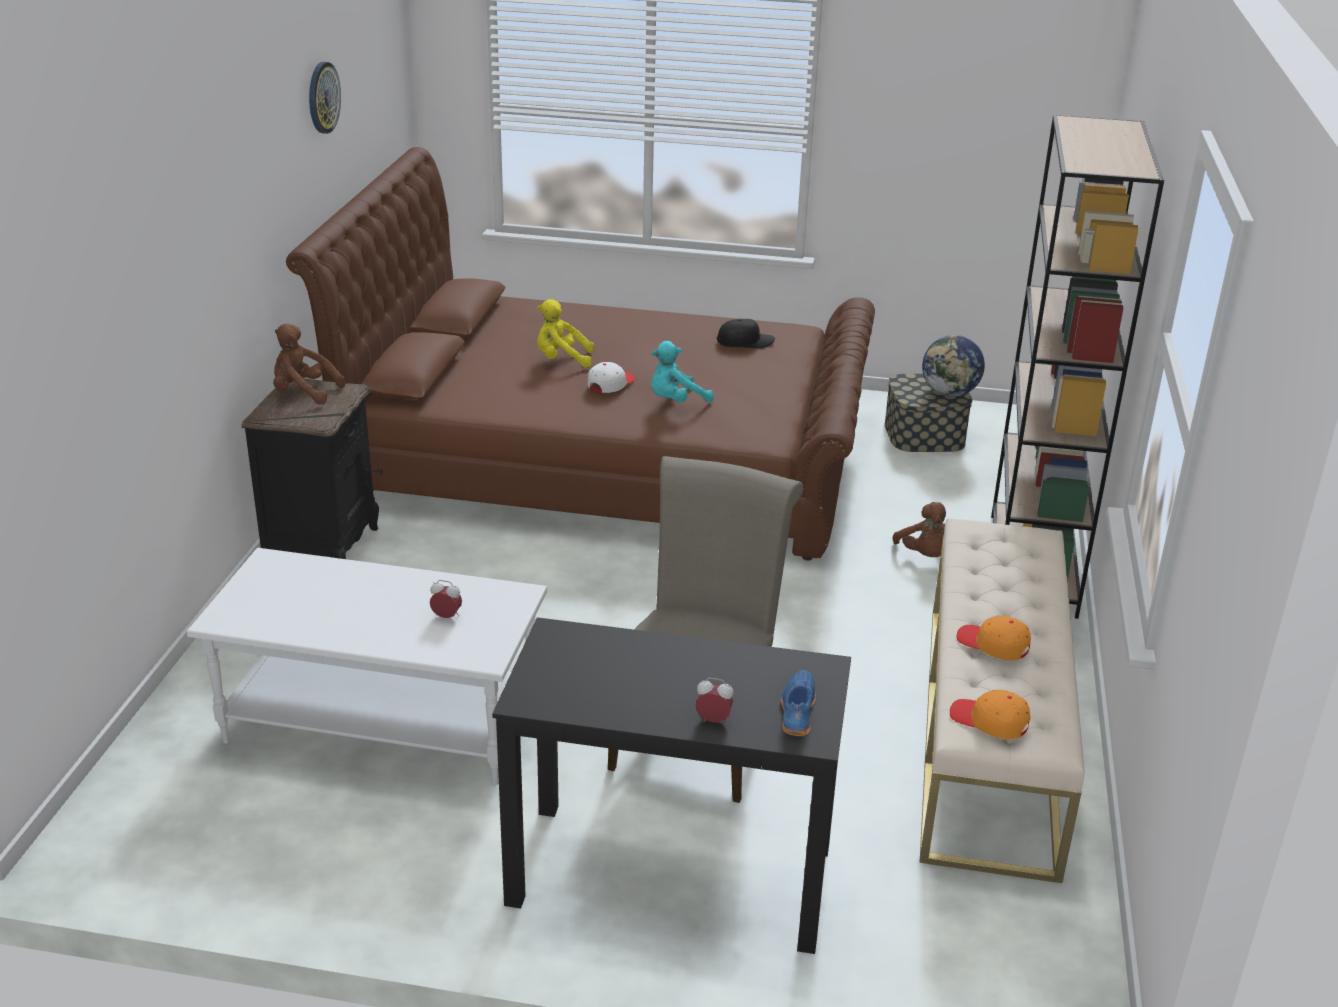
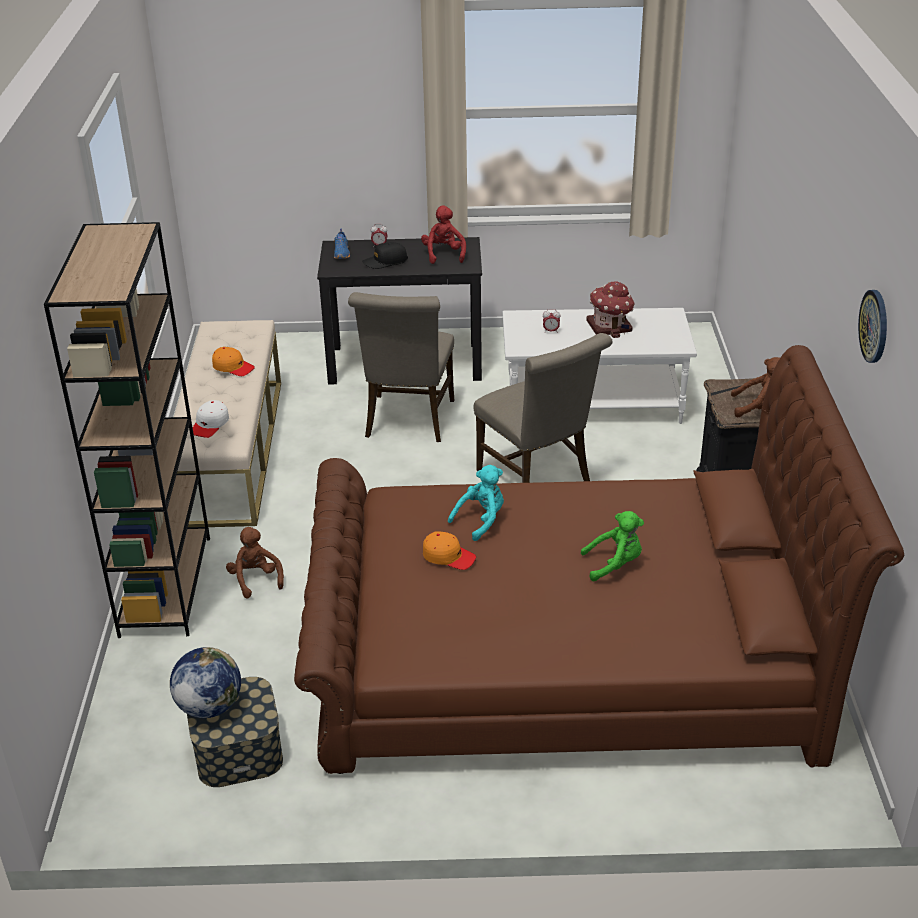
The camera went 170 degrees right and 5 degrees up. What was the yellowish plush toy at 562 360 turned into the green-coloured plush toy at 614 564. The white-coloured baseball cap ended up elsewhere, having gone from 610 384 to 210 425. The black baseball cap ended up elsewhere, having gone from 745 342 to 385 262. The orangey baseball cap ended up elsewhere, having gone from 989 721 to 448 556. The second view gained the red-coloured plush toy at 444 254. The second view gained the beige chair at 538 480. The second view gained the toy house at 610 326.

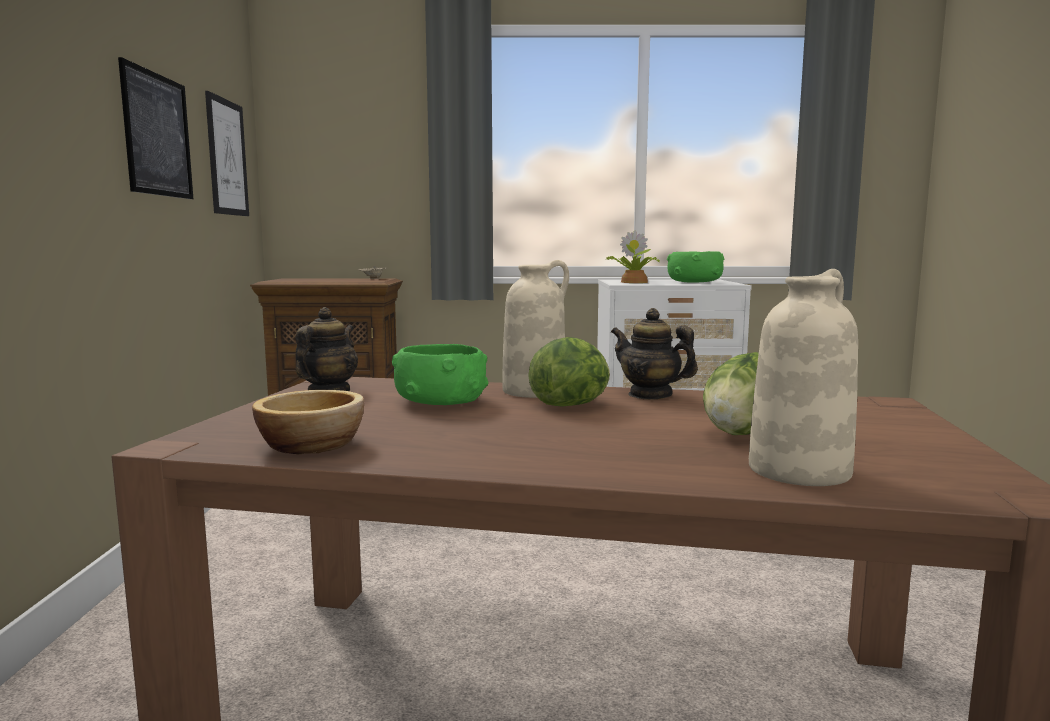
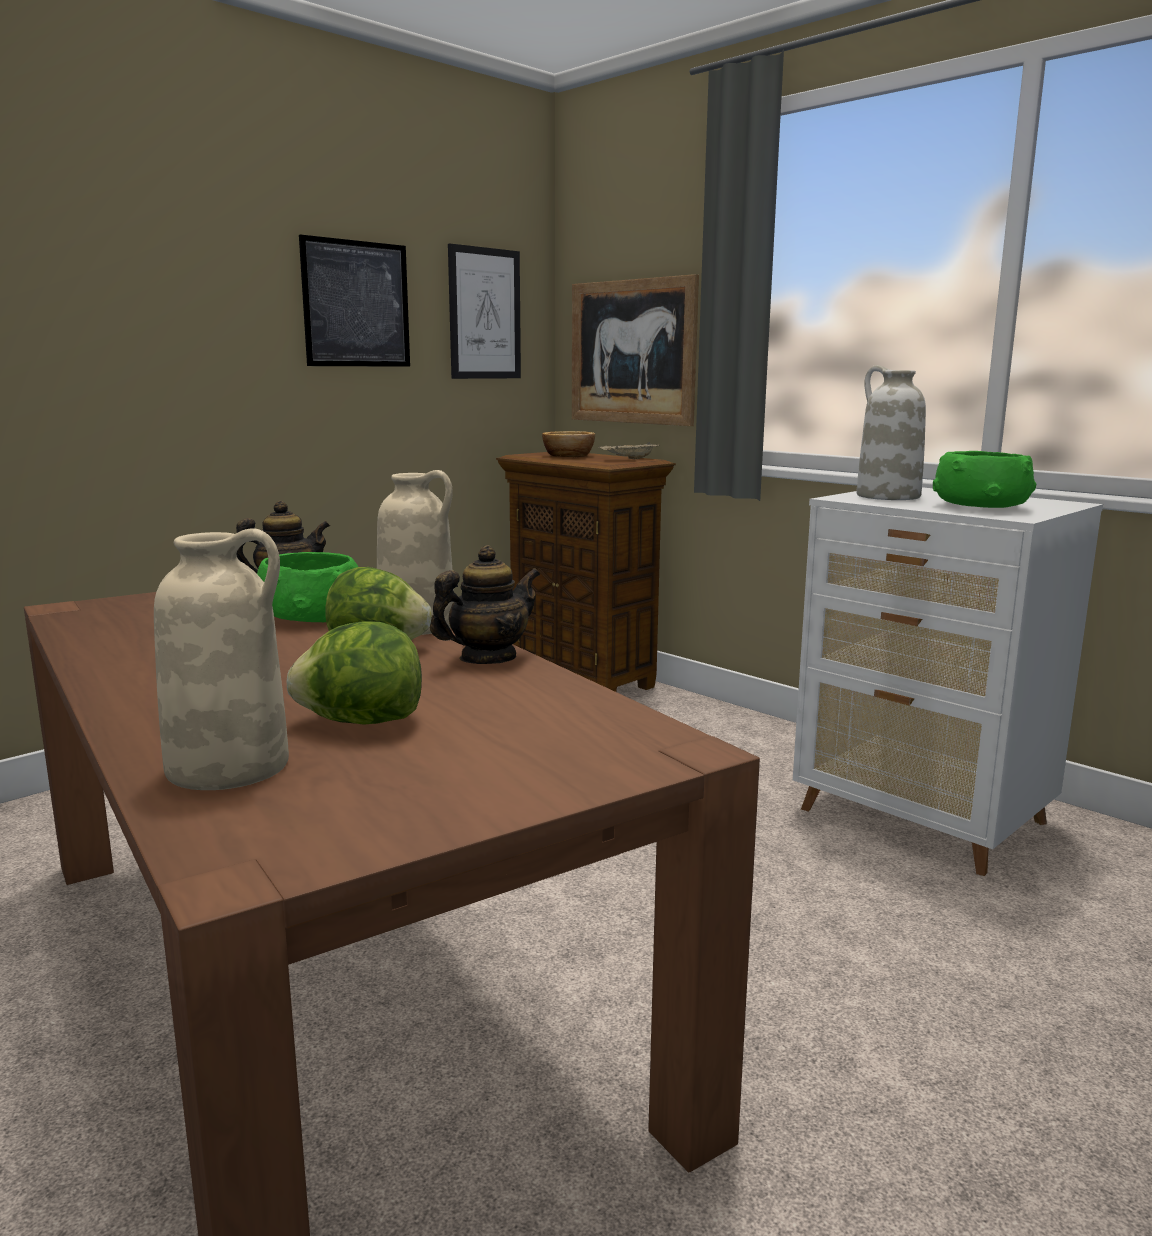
The camera went 45 degrees right and 5 degrees up. The serving bowl ended up elsewhere, having gone from 313 444 to 569 456. Where the houseplant stood at 633 282, the white-coloured flower vase came to stand at 886 496. The pot for tea at 650 395 ended up facing another way, 60 degrees clockwise from before. The second view gained the picture at 632 352.

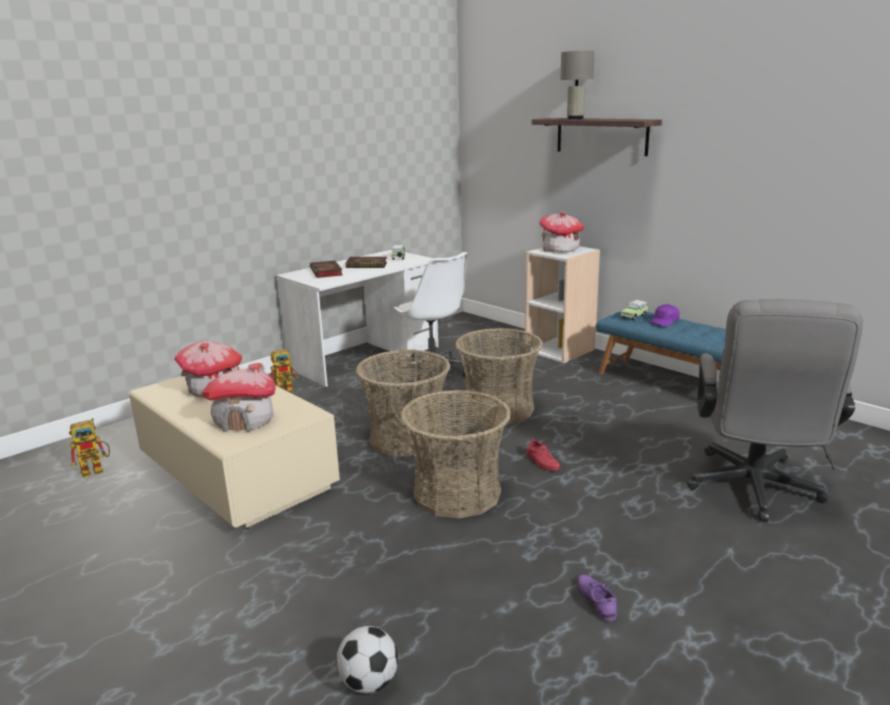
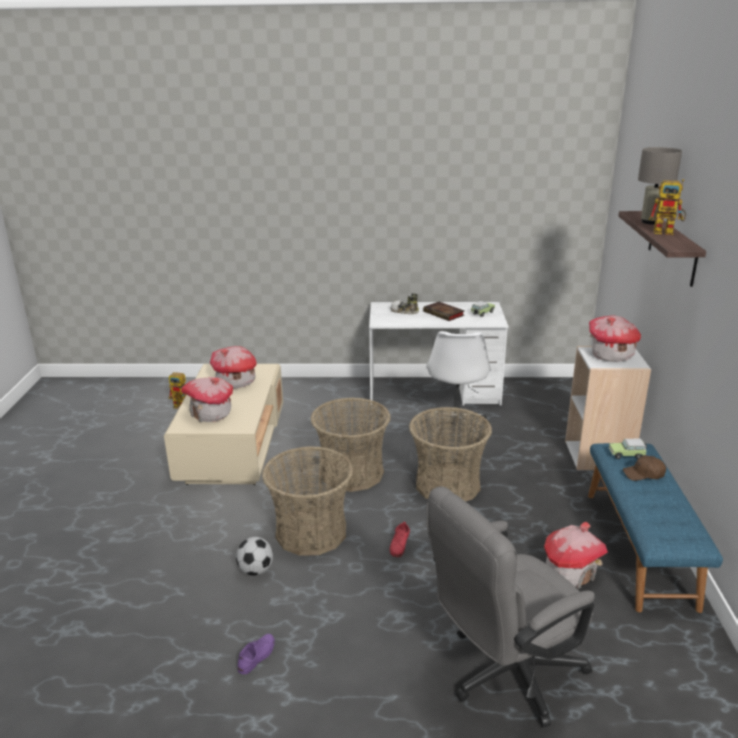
The camera went 45 degrees right and 5 degrees up. The model robot ended up elsewhere, having gone from 287 390 to 668 232. Where the book stood at 326 272, the shoe came to stand at 404 311. The football ended up elsewhere, having gone from 368 683 to 255 570. What was the purple-coloured baseball cap at 664 321 turned into the brown-coloured baseball cap at 644 474. The second view gained the toy house at 571 572.

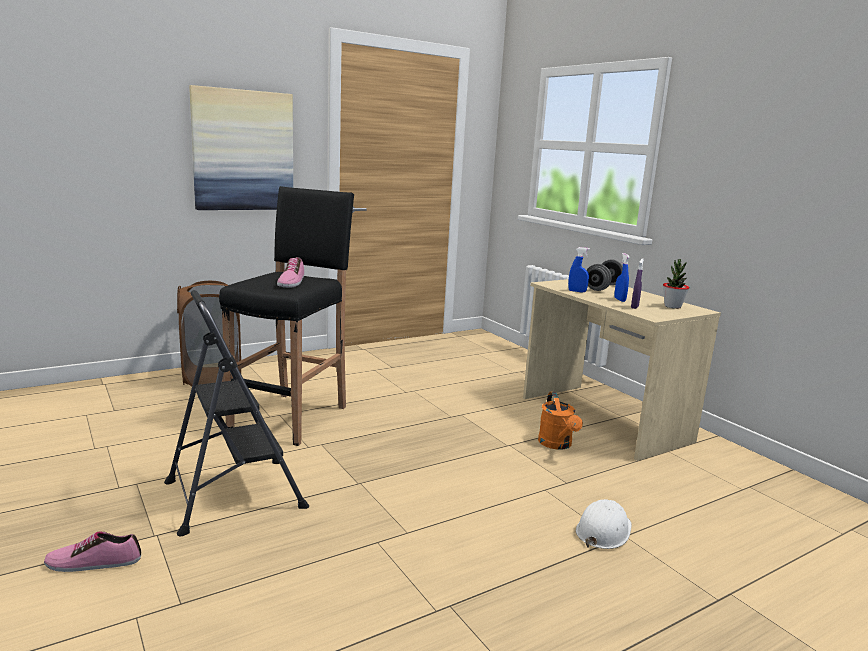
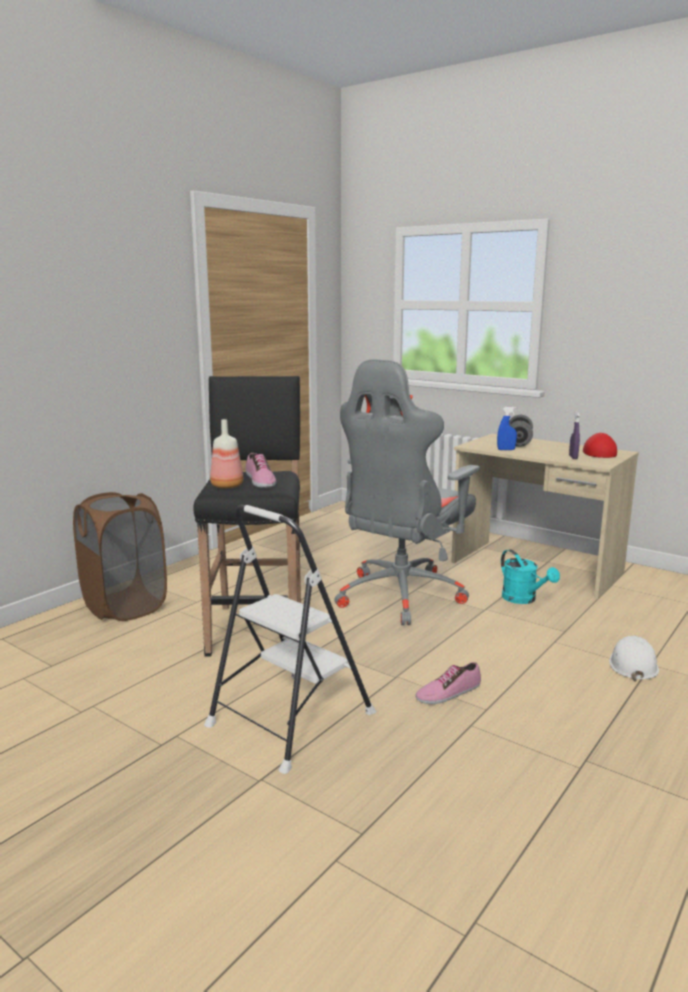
The camera went 20 degrees left and 0 degrees up. The shoe ended up elsewhere, having gone from 94 562 to 448 692. What was the black step stool at 230 494 turned into the white-coloured step stool at 287 720. The second view lost the picture at 243 151. What was the orangey watering can at 557 445 turned into the turquoise-coloured watering can at 523 599. The second view lost the blue-coloured hand sprayer at 619 299. Where the houseplant stood at 672 306, the red-coloured baseball cap came to stand at 598 452. The second view gained the bottle at 228 486. The second view gained the grey office chair at 406 592.

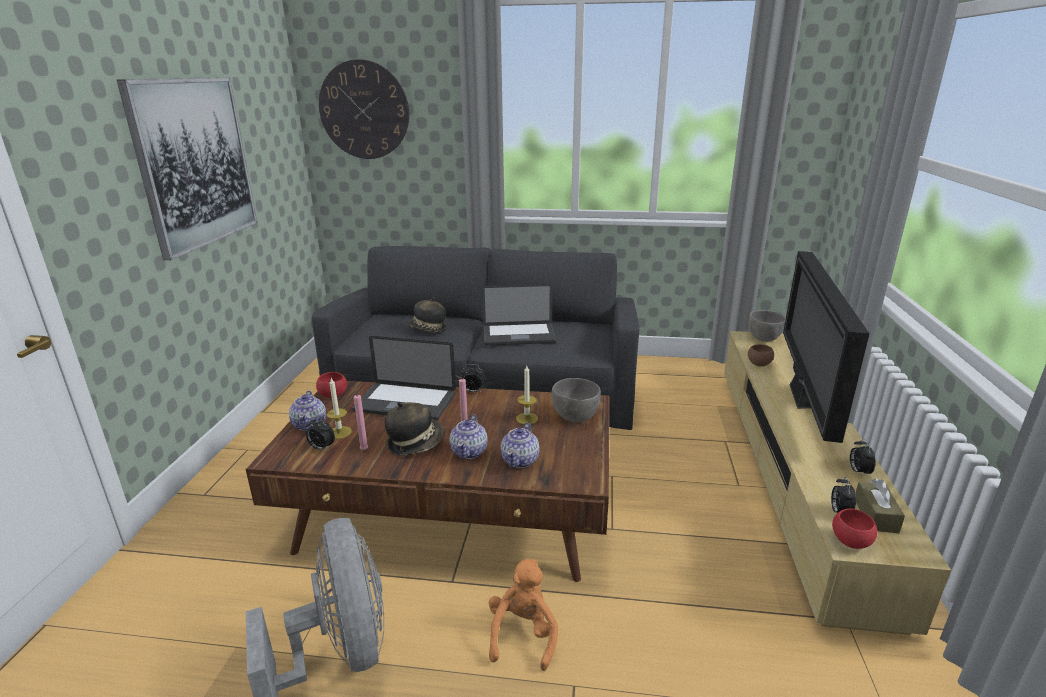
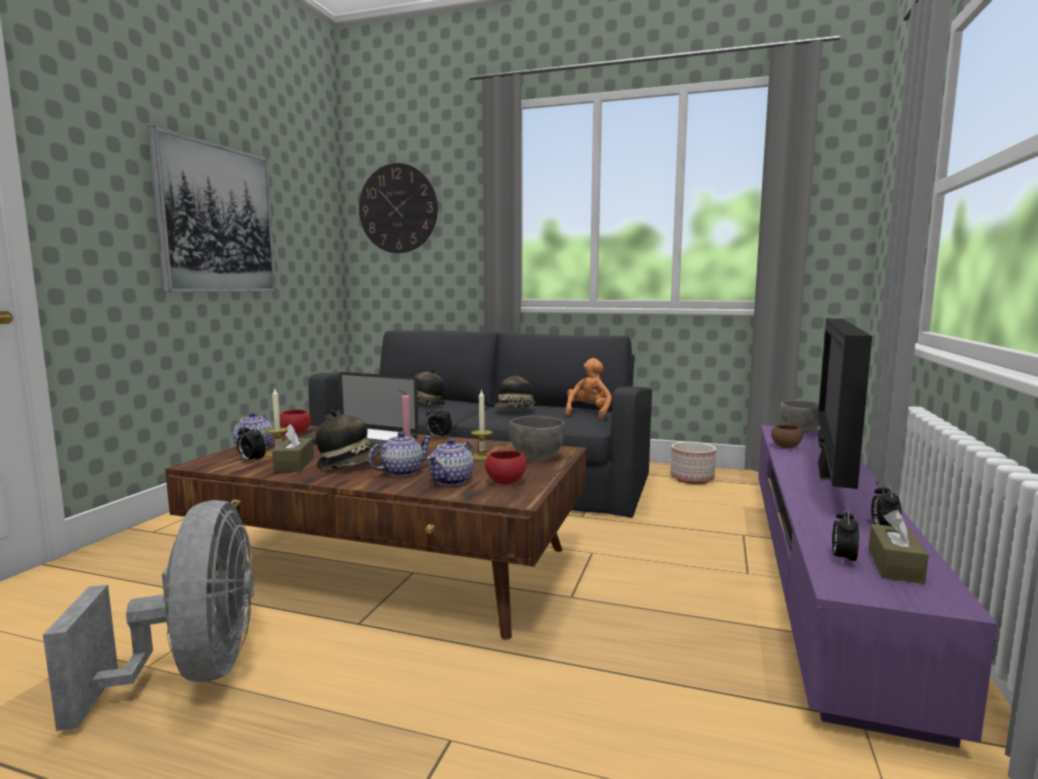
The camera went 10 degrees right and 15 degrees down. Where the pink-coloured wax candle stood at 366 450, the brown-coloured box of tissues came to stand at 294 464. The pot for tea at 469 451 ended up facing another way, 150 degrees counterclockwise from before. Where the notebook computer stood at 519 336, the hat came to stand at 516 410. The orangey plush toy ended up elsewhere, having gone from 523 635 to 588 413. What was the beige media console at 793 474 turned into the purple-coloured media console at 823 569. The red-coloured serving bowl ended up elsewhere, having gone from 850 541 to 506 482. The second view gained the planter at 692 478.

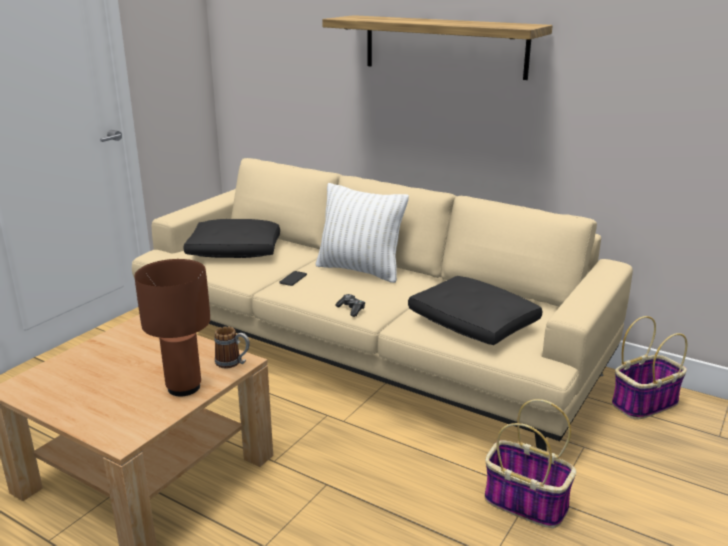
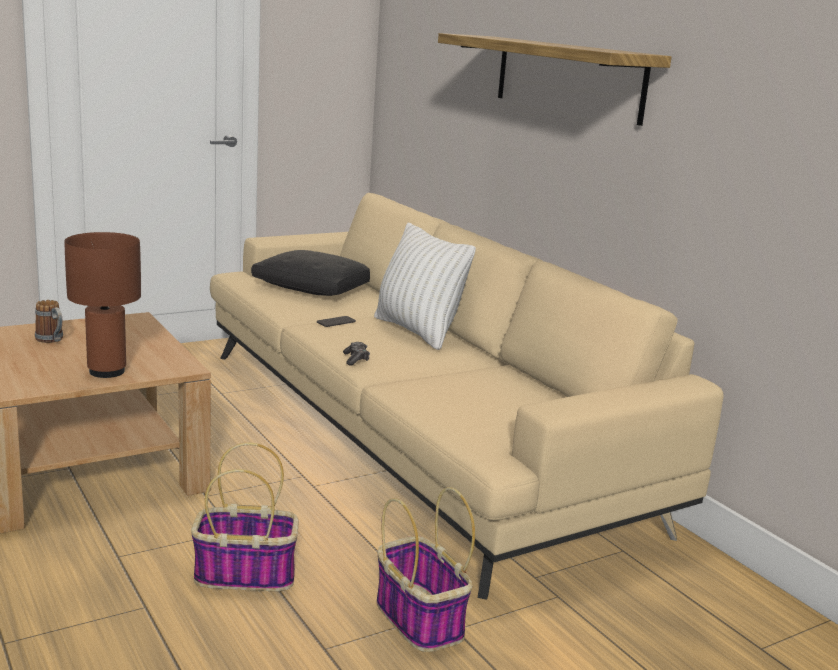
The camera went 25 degrees right and 5 degrees down. The tea mug ended up elsewhere, having gone from 233 363 to 52 340. The second view lost the black cushion at 474 324. The household basket ended up elsewhere, having gone from 645 403 to 247 574.

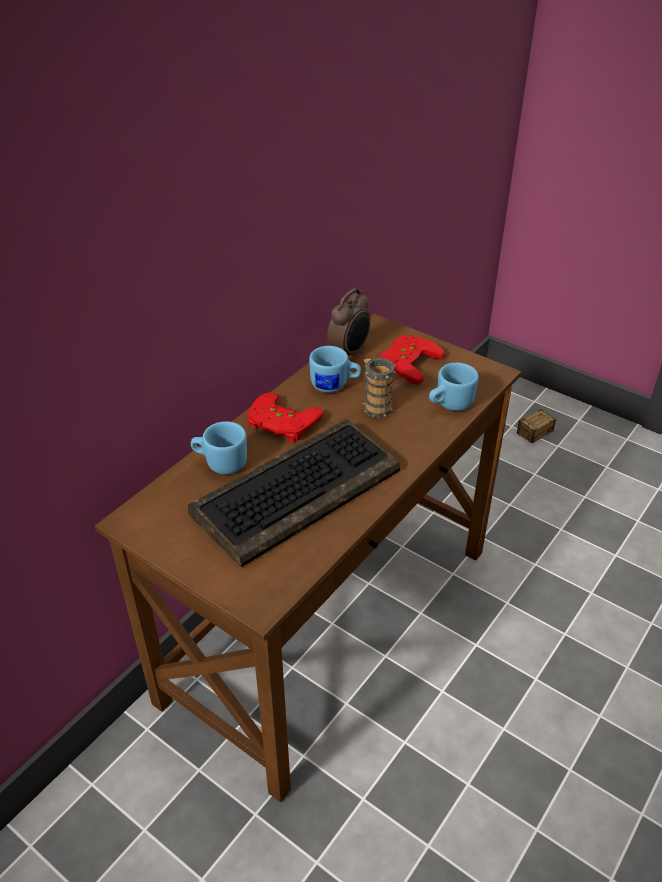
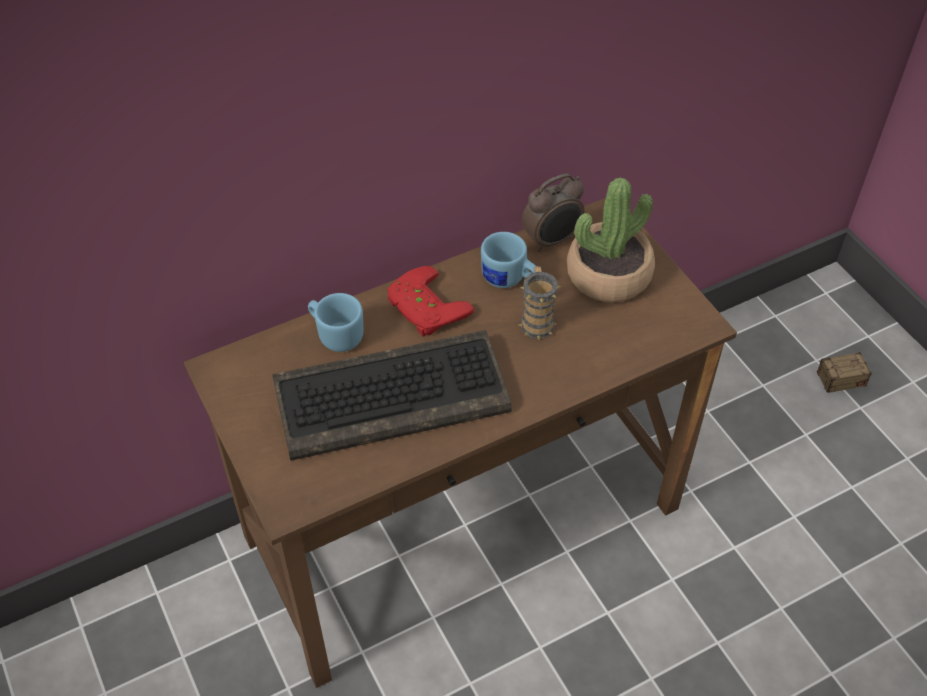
The camera went 25 degrees right and 10 degrees up. Where the red-coloured gamepad stood at 406 362, the houseplant came to stand at 608 274. The second view lost the blue-coloured tea mug at 449 404.

